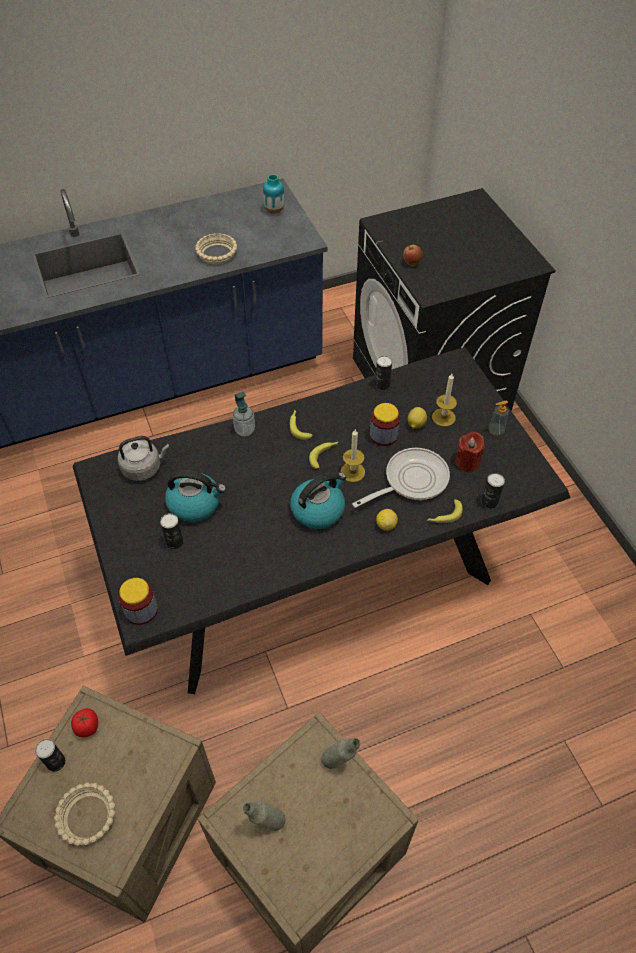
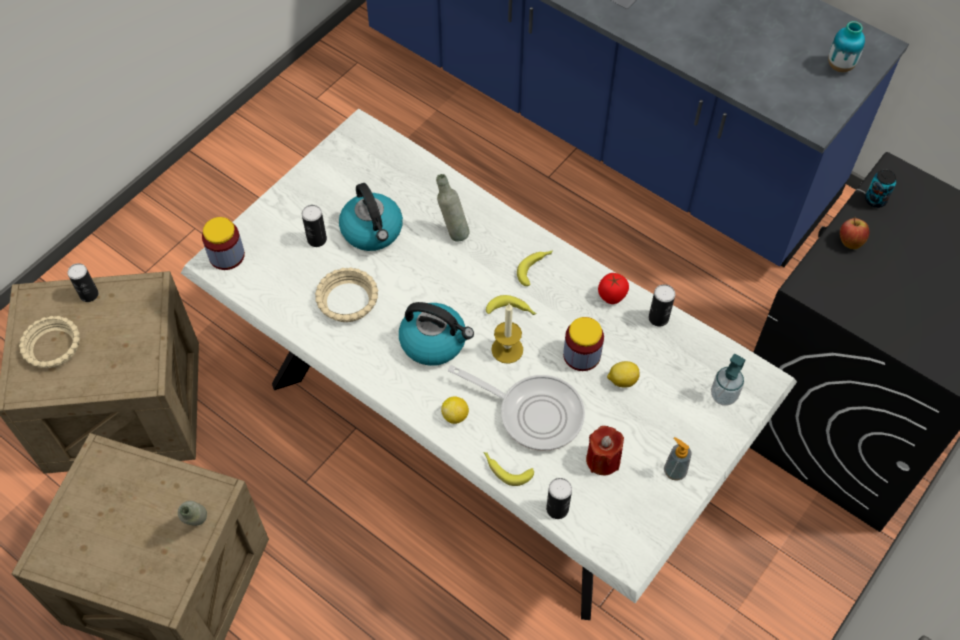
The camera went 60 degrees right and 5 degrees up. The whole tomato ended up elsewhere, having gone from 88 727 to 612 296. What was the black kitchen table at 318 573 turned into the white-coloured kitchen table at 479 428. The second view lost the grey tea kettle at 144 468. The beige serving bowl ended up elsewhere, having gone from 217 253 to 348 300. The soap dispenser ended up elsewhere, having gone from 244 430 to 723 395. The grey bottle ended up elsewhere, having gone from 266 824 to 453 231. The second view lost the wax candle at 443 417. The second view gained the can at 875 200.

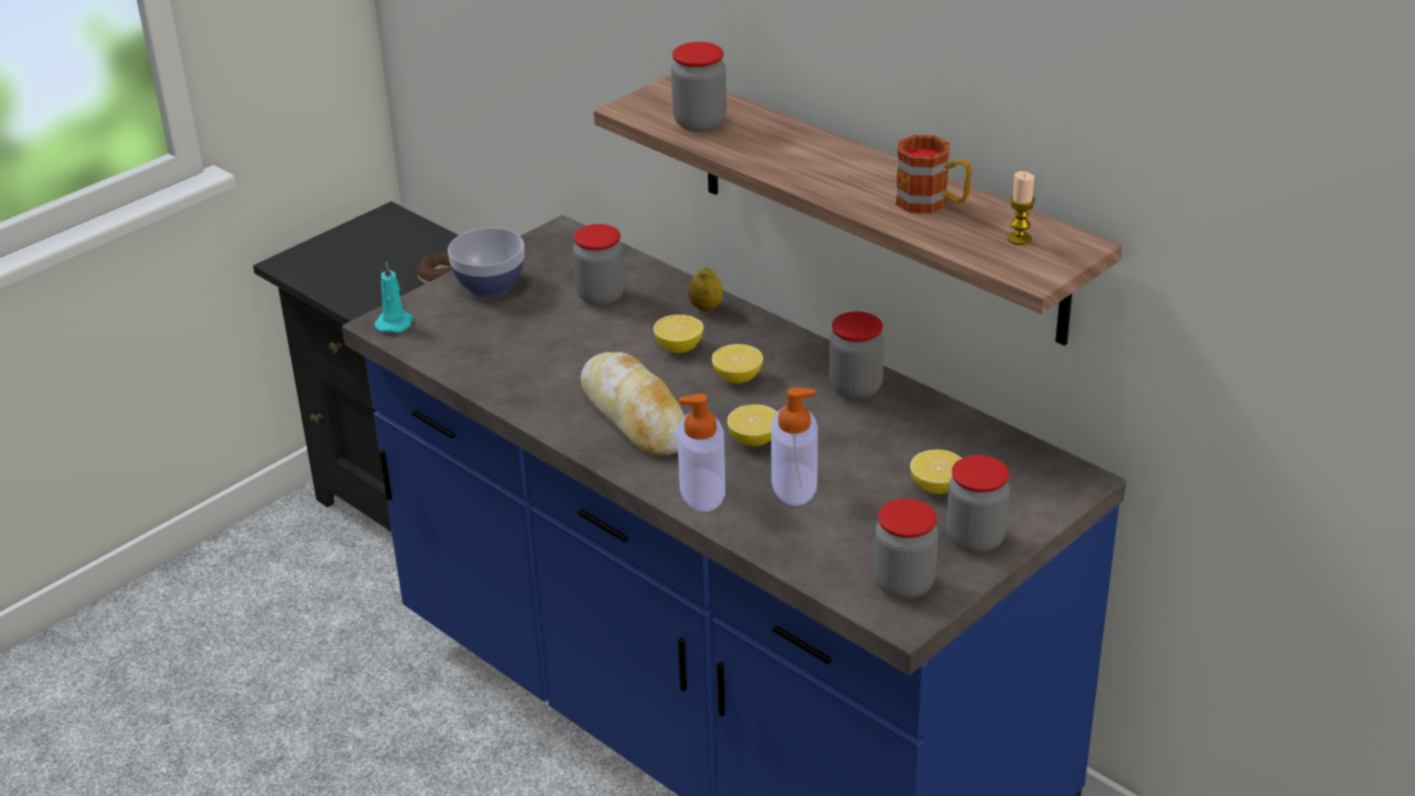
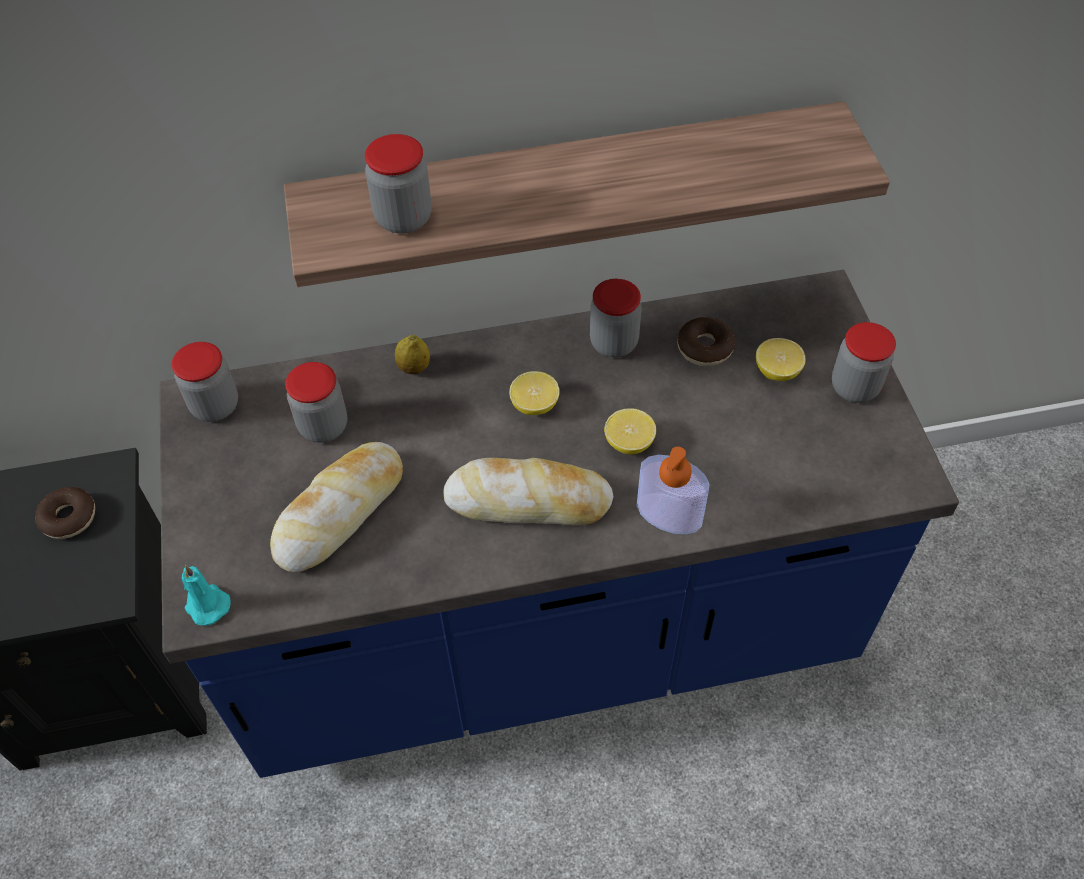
The camera went 55 degrees left and 20 degrees up. The second view lost the serving bowl at 489 285. The second view lost the whole lemon at 679 347. The second view lost the soap dispenser at 794 484. The preserve jar ended up elsewhere, having gone from 904 584 to 215 406. The second view lost the tea mug at 932 203. The second view lost the wax candle at 1019 239. The second view gained the bread at 340 512. The second view gained the ring doughnut at 705 348.

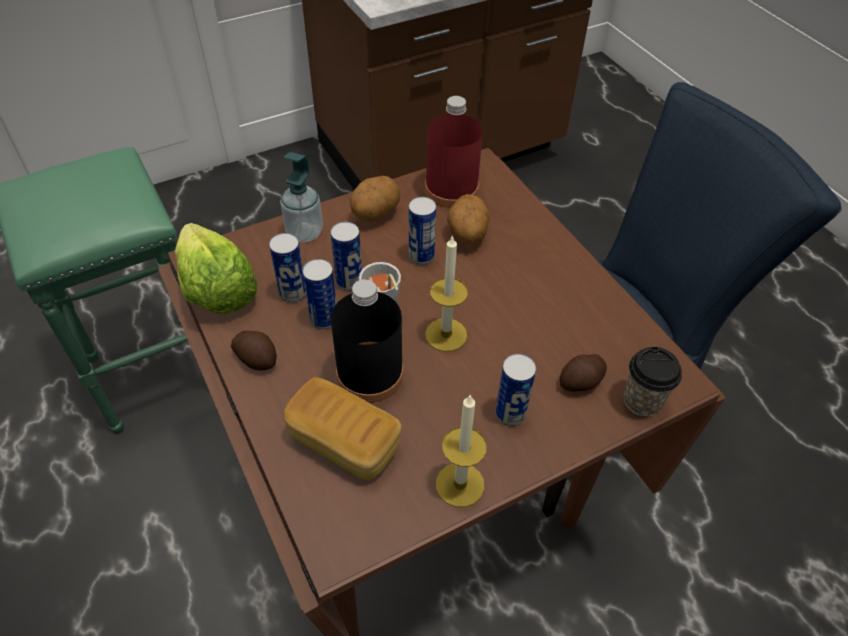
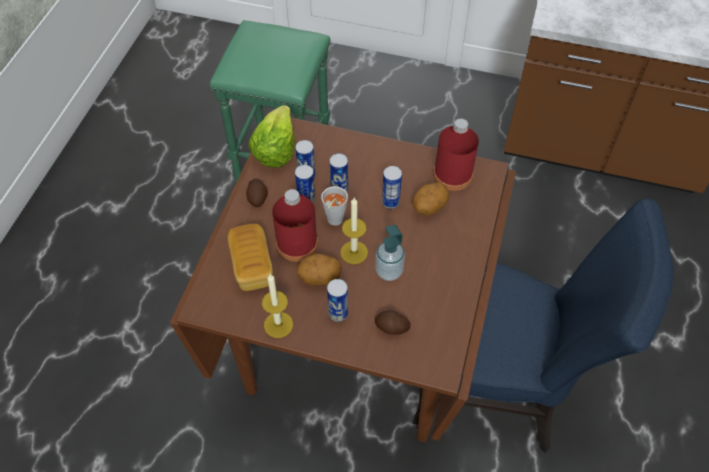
The camera went 45 degrees right and 5 degrees up. The soap dispenser ended up elsewhere, having gone from 304 233 to 389 271. What was the black bottle at 370 374 turned into the red-coloured bottle at 297 244. The spud ended up elsewhere, having gone from 375 213 to 320 277. The second view lost the small cup at 642 401.

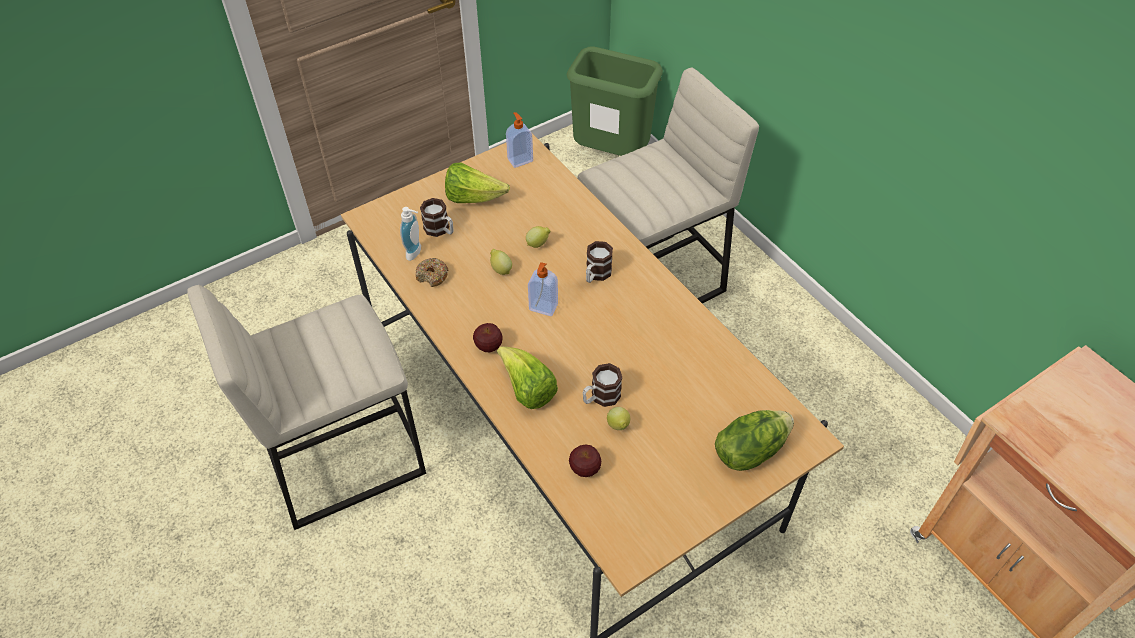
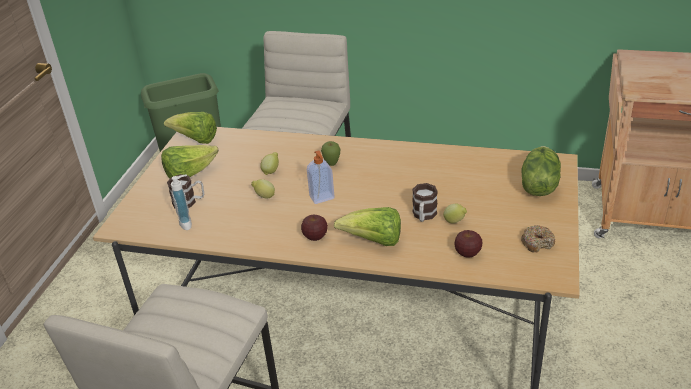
The camera went 40 degrees left and 15 degrees down. The ring doughnut ended up elsewhere, having gone from 432 276 to 537 243. Where the soap dispenser stood at 520 160, the lettuce head came to stand at 195 140. Where the tea mug stood at 596 275, the apple fruit came to stand at 331 164.

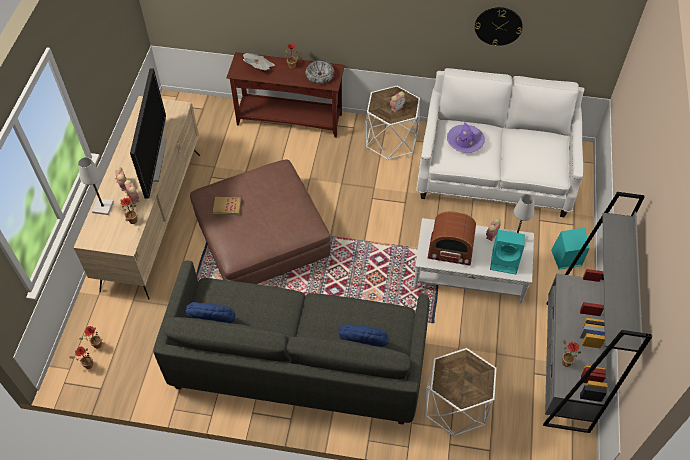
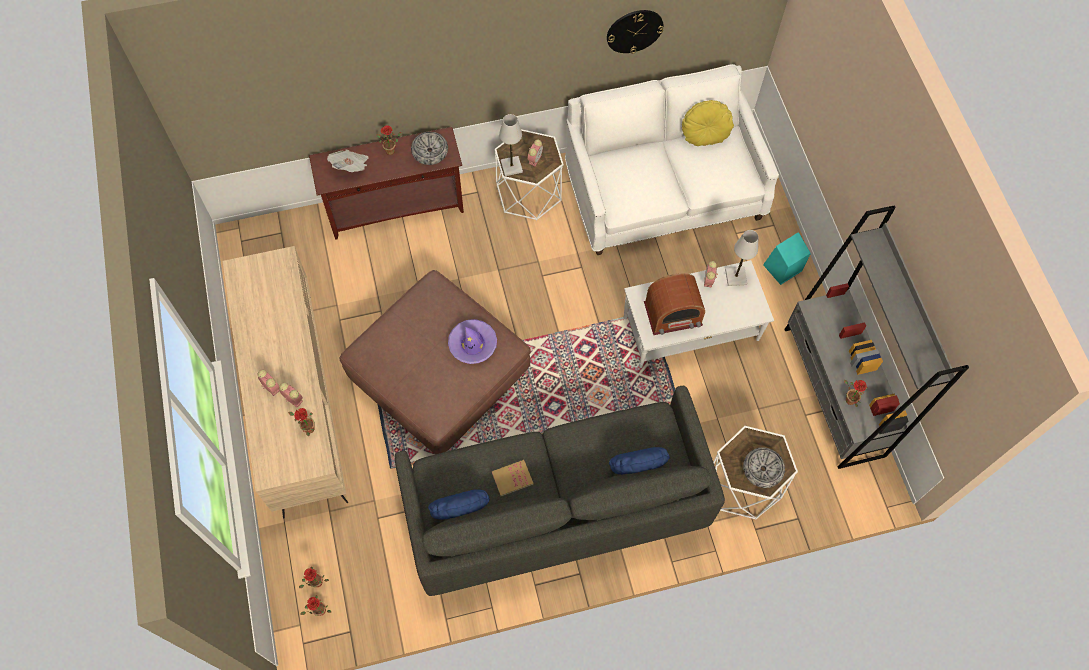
The camera went 25 degrees left and 10 degrees up. The white-coloured tabletop lamp ended up elsewhere, having gone from 103 207 to 511 167. The second view lost the TV set at 154 160. The book ended up elsewhere, having gone from 227 206 to 512 478. The purple-coloured hat ended up elsewhere, having gone from 465 142 to 473 344. The second view lost the turquoise-coloured speaker at 505 261. The second view gained the yellowish cushion at 704 137. The second view gained the serving bowl at 762 469.

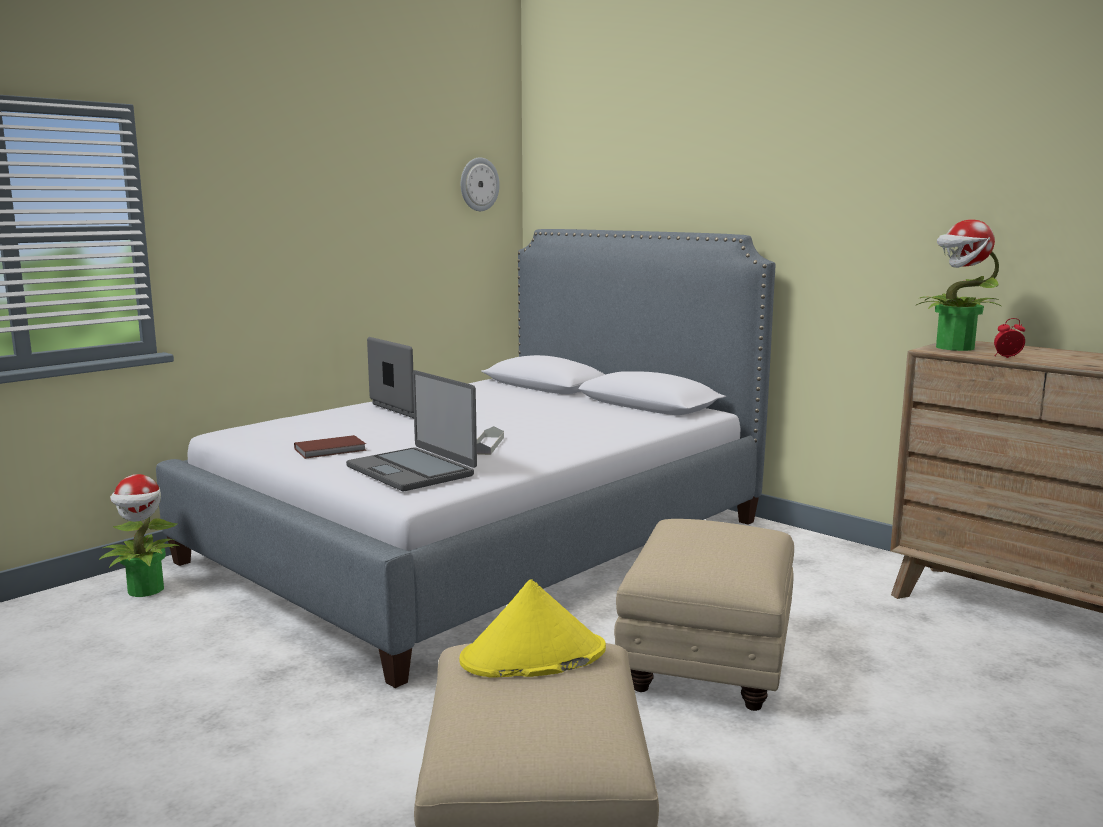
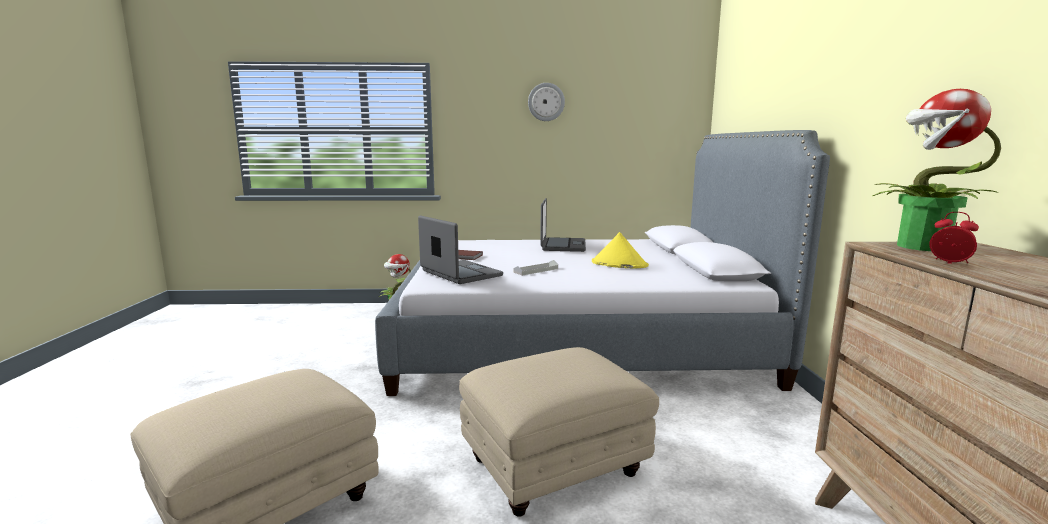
The camera went 45 degrees right and 0 degrees up. The notebook computer at 412 471 ended up facing another way, 135 degrees clockwise from before. The yellowish hat ended up elsewhere, having gone from 532 656 to 619 264. The hanging clock ended up elsewhere, having gone from 478 184 to 546 102.

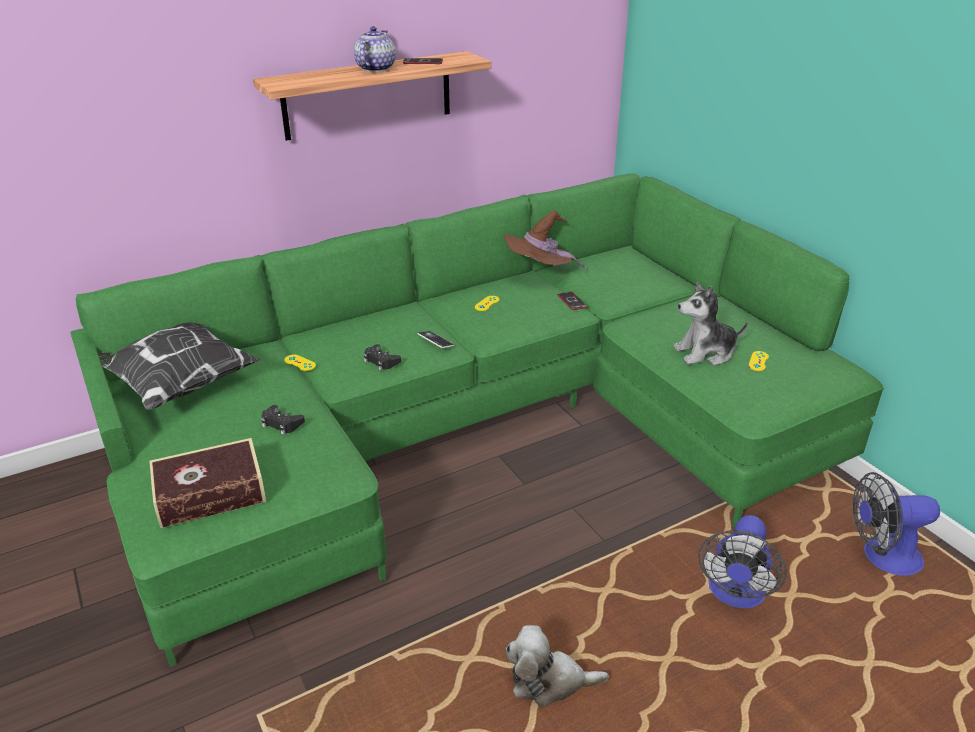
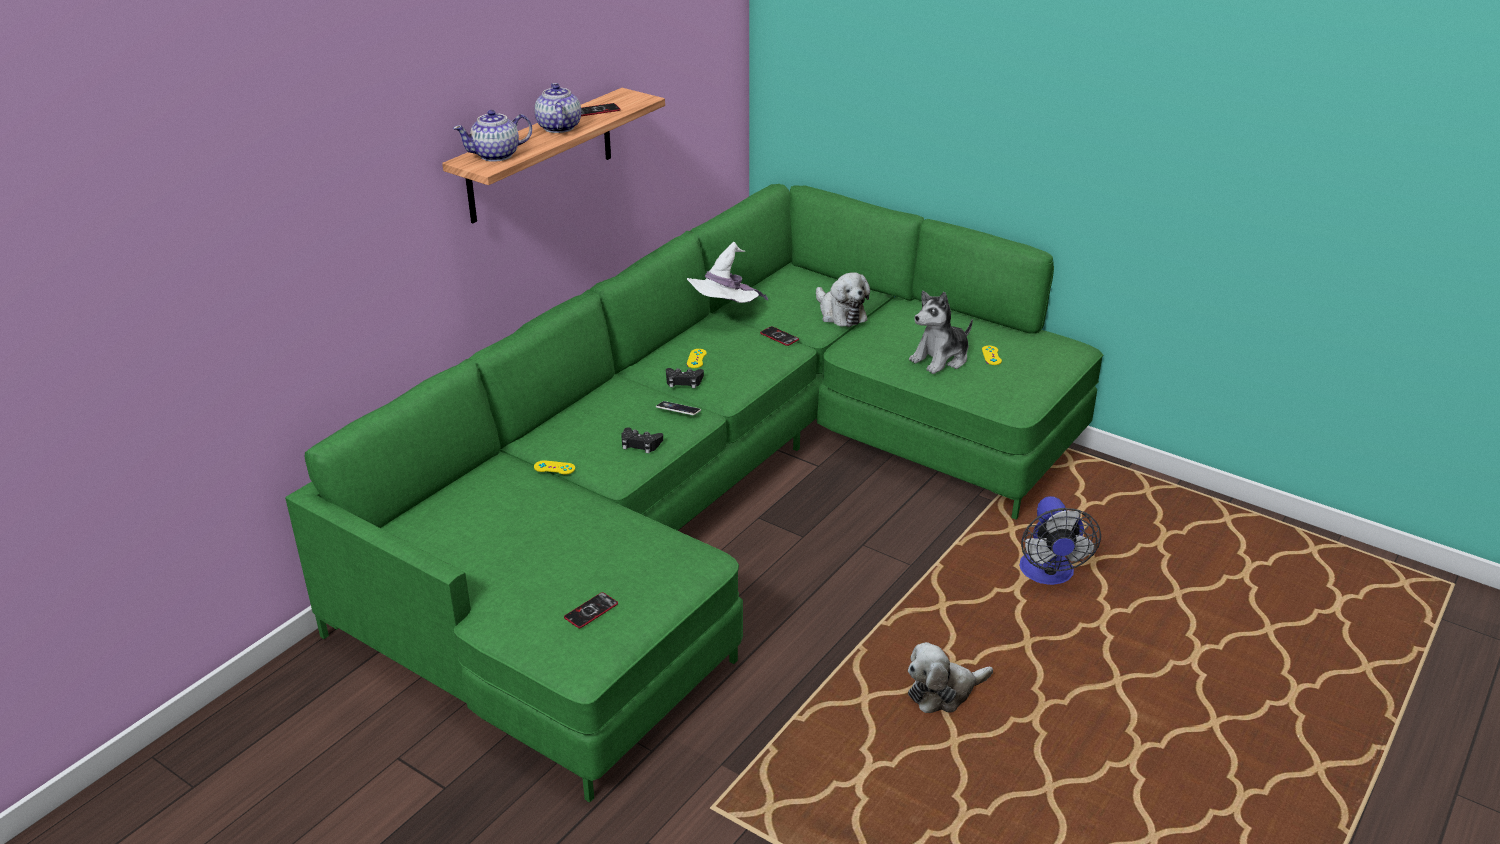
The camera went 25 degrees left and 0 degrees up. The second view lost the cushion at 177 385. Where the book stood at 210 493, the phone came to stand at 591 611. The black gamepad ended up elsewhere, having gone from 281 423 to 683 381. What was the brown-coloured hat at 538 273 turned into the white-coloured hat at 721 314. The second view lost the cooling fan at 882 557. The second view gained the pot for tea at 497 155. The second view gained the plush toy at 840 314.

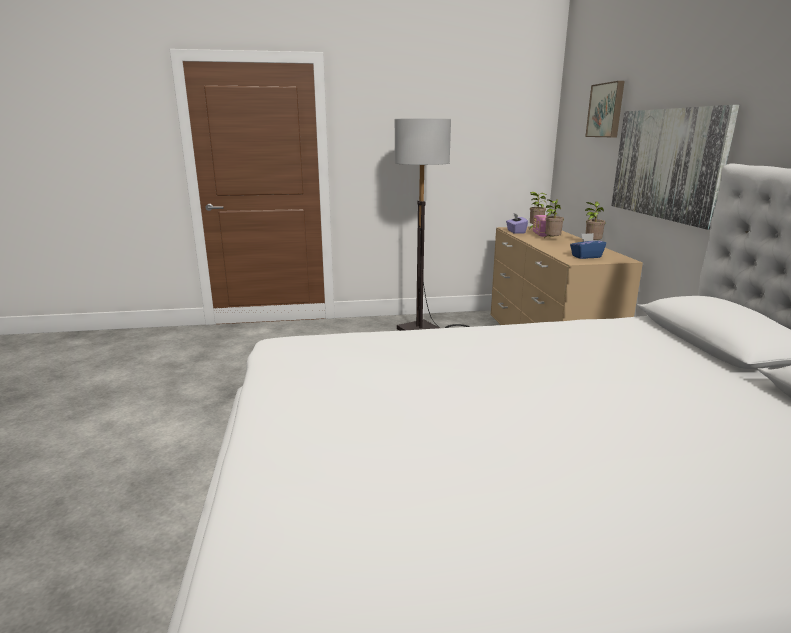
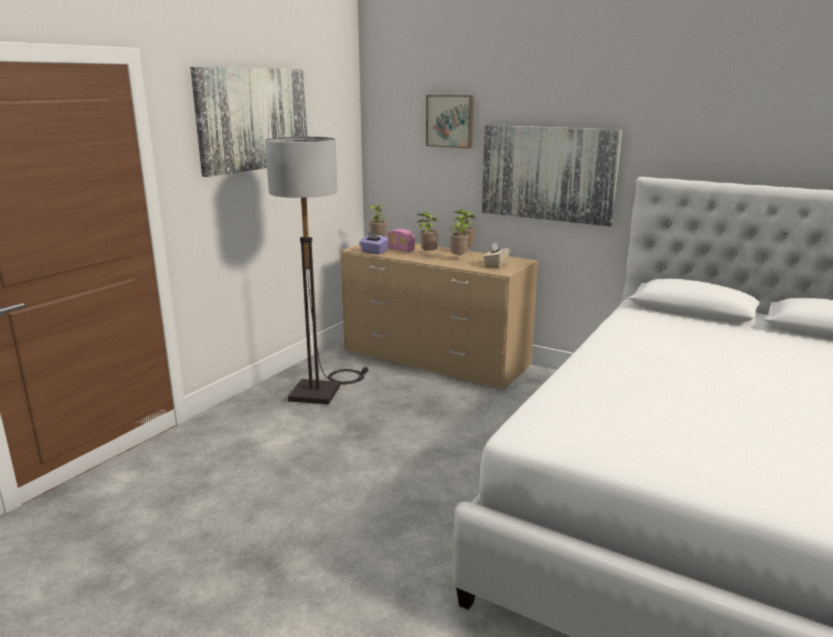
The camera went 50 degrees left and 0 degrees up. What was the blue-coloured box of tissues at 586 256 turned into the beige box of tissues at 495 265. The second view gained the picture at 254 119. The second view gained the houseplant at 459 258.

